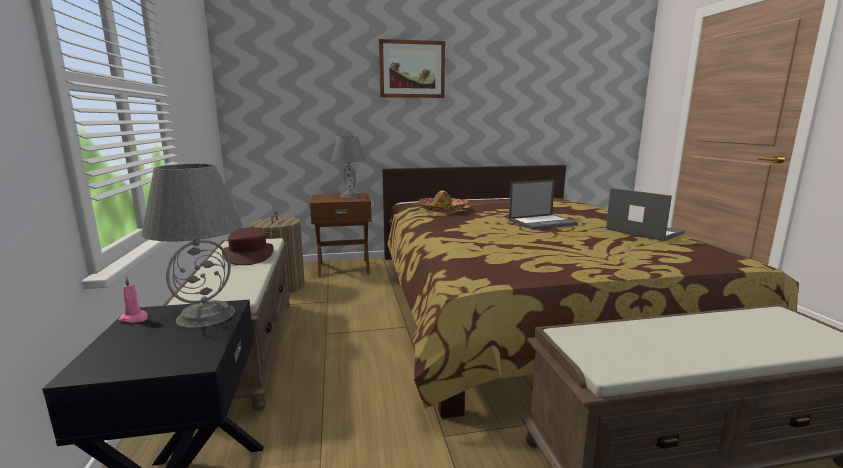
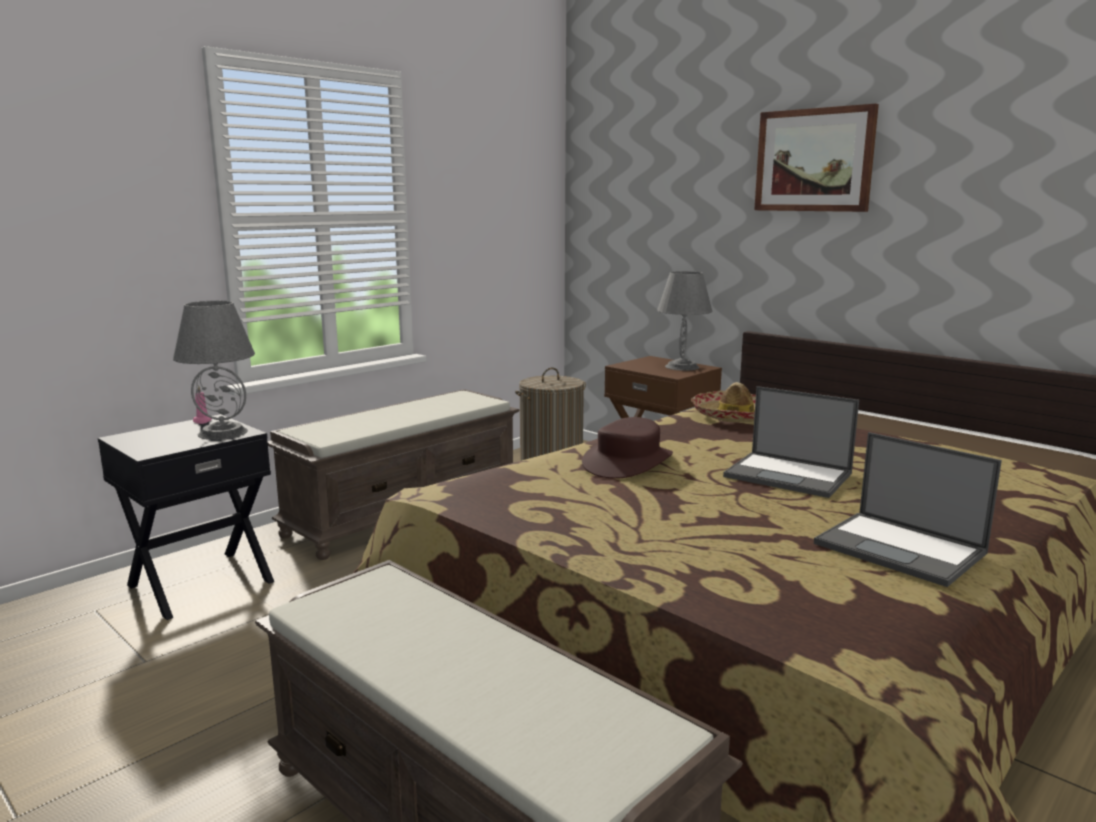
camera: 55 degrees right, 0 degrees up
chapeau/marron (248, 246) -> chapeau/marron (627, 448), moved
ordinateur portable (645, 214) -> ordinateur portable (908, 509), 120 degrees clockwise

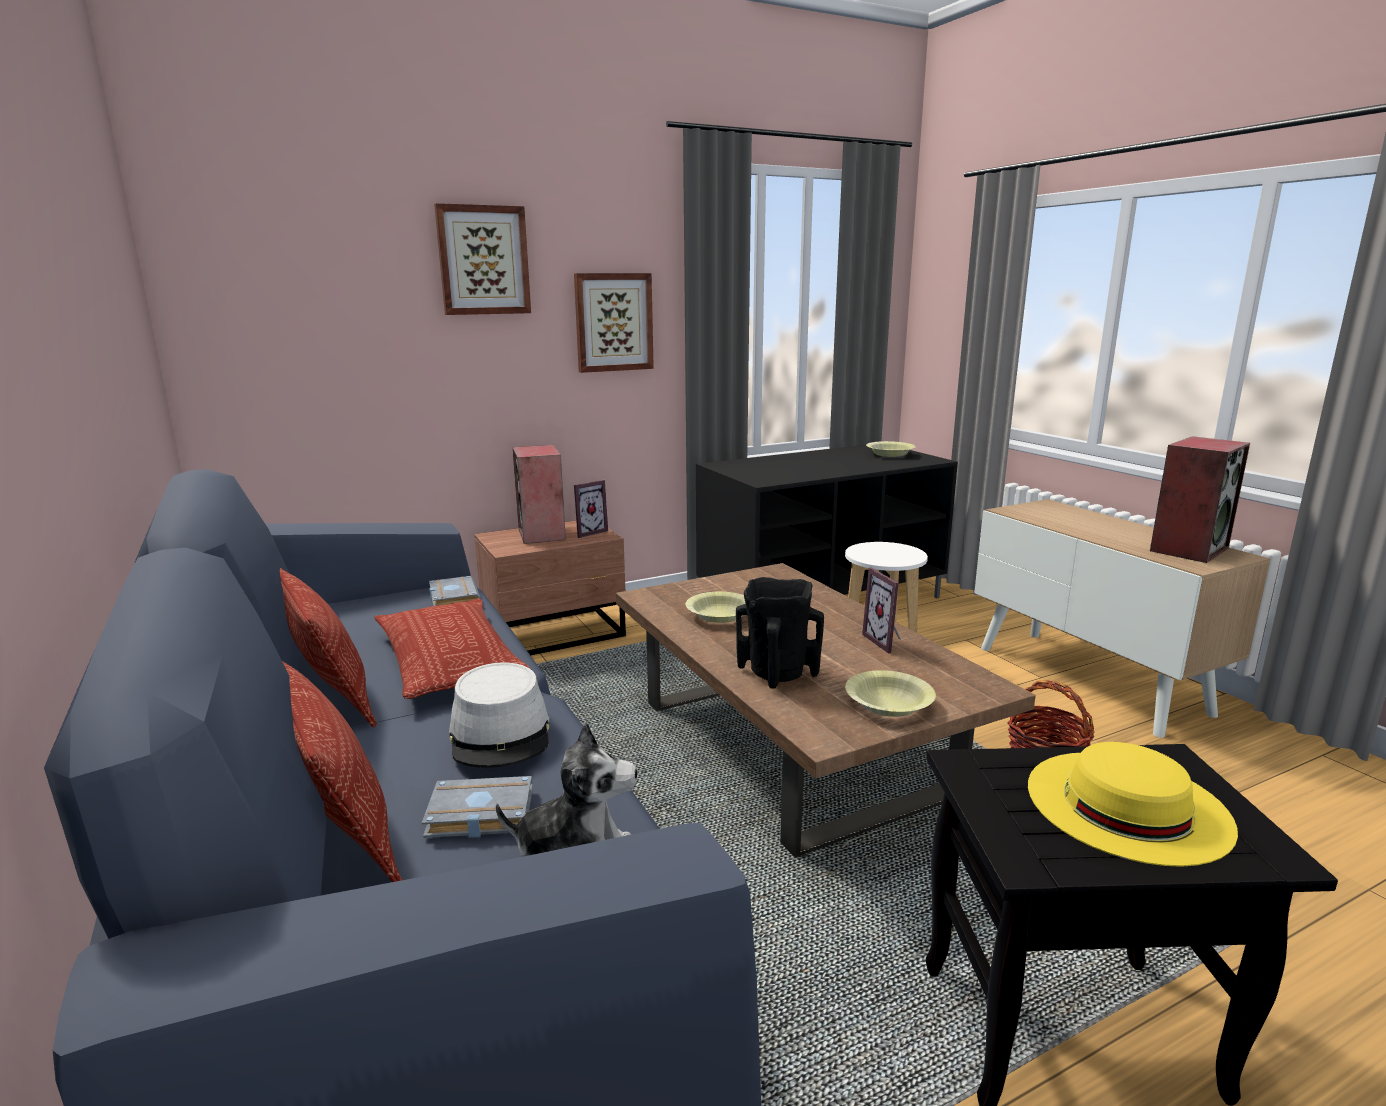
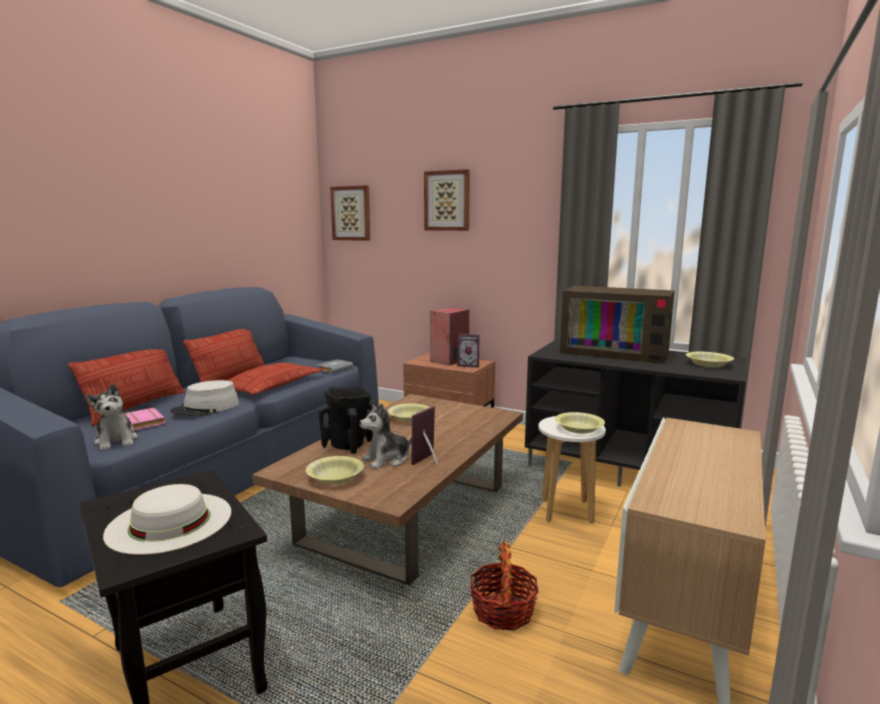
camera: 55 degrees right, 5 degrees down
chapeau/jaune (1133, 804) -> chapeau/blanc (167, 519)
livre/gris (477, 807) -> livre/rose (145, 419)
tableau (614, 323) -> tableau (350, 213), moved
none -> peluche (385, 436)
none -> bol/jaune (580, 423)
none -> téléviseur (617, 325)
enceinte (1200, 499) -> none

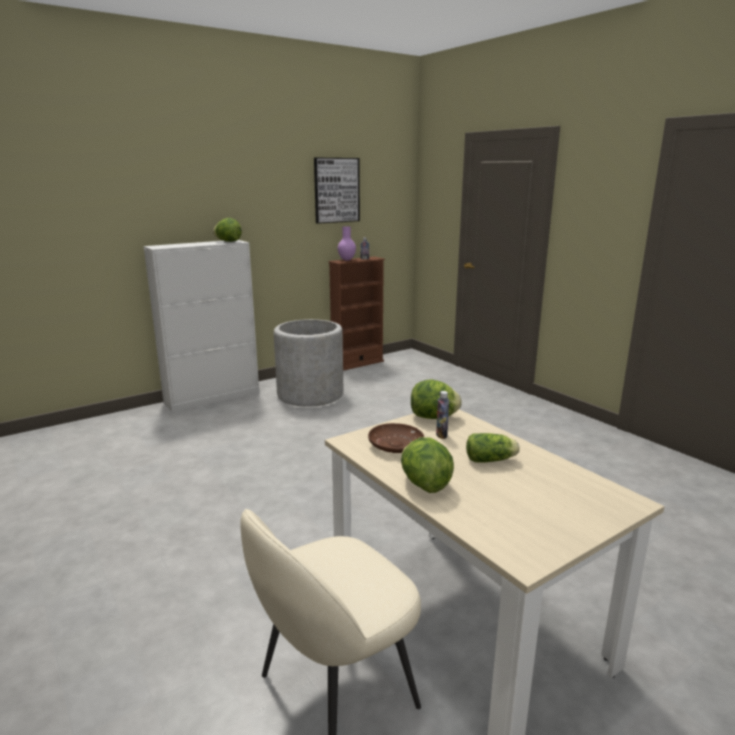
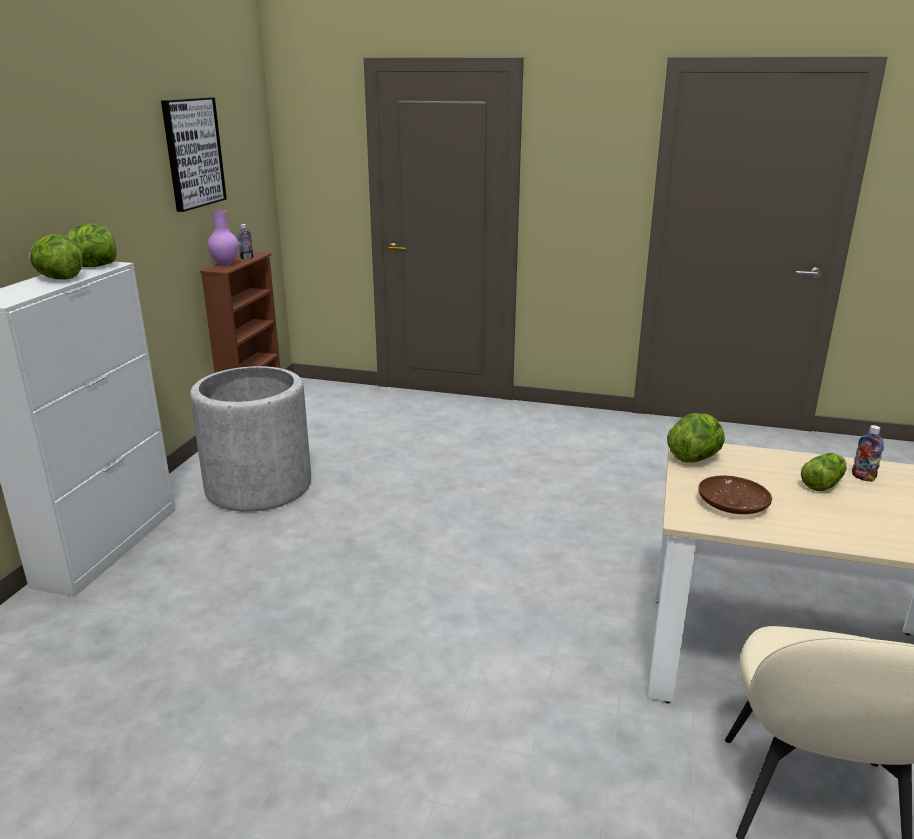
camera: 40 degrees left, 5 degrees up
laitue (427, 465) -> laitue (56, 256), moved
bouteille (442, 415) -> bouteille (868, 453), moved

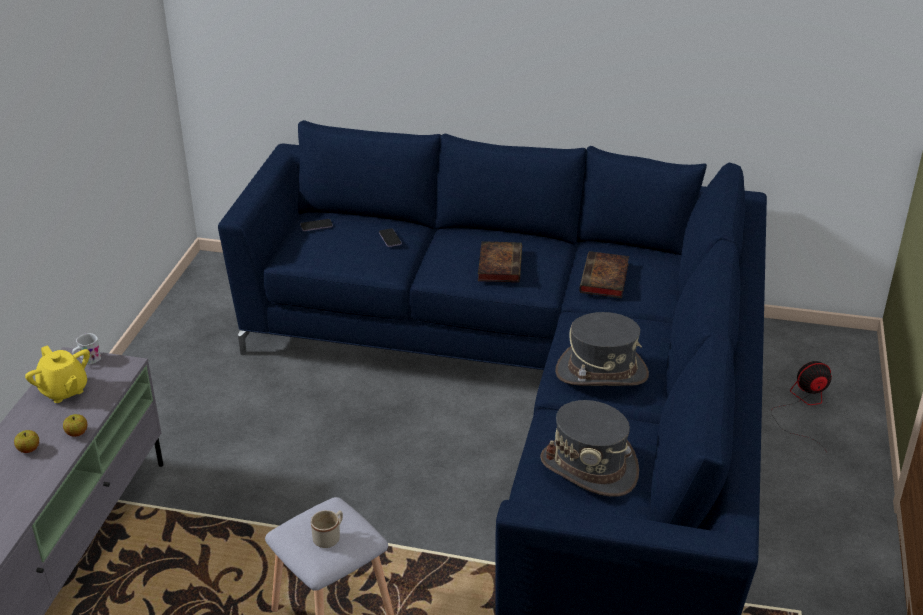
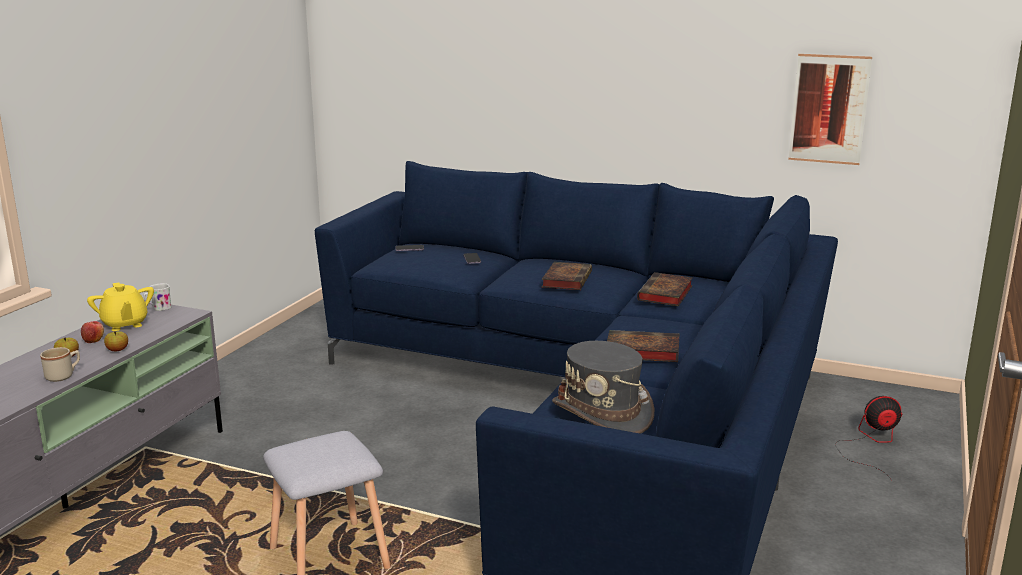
camera: 10 degrees right, 15 degrees down
mug/beige (327, 529) -> mug/beige (60, 364), moved
none -> pomme (92, 332)
chapeau/gris (602, 349) -> livre (643, 346)
none -> tableau (830, 109)

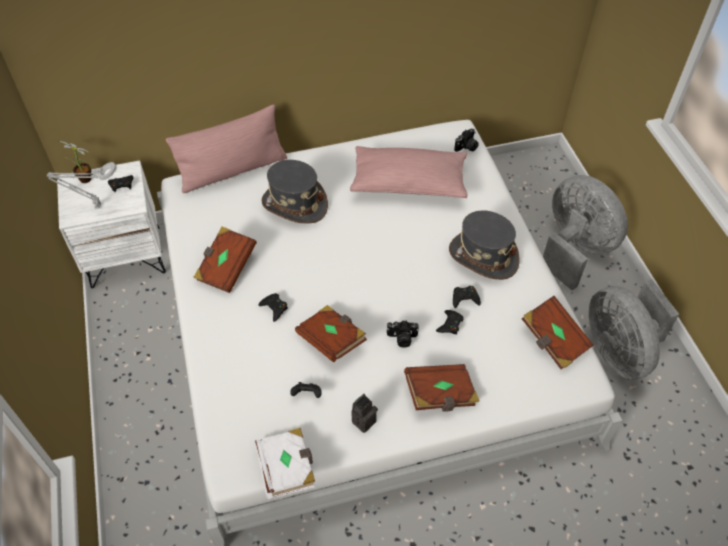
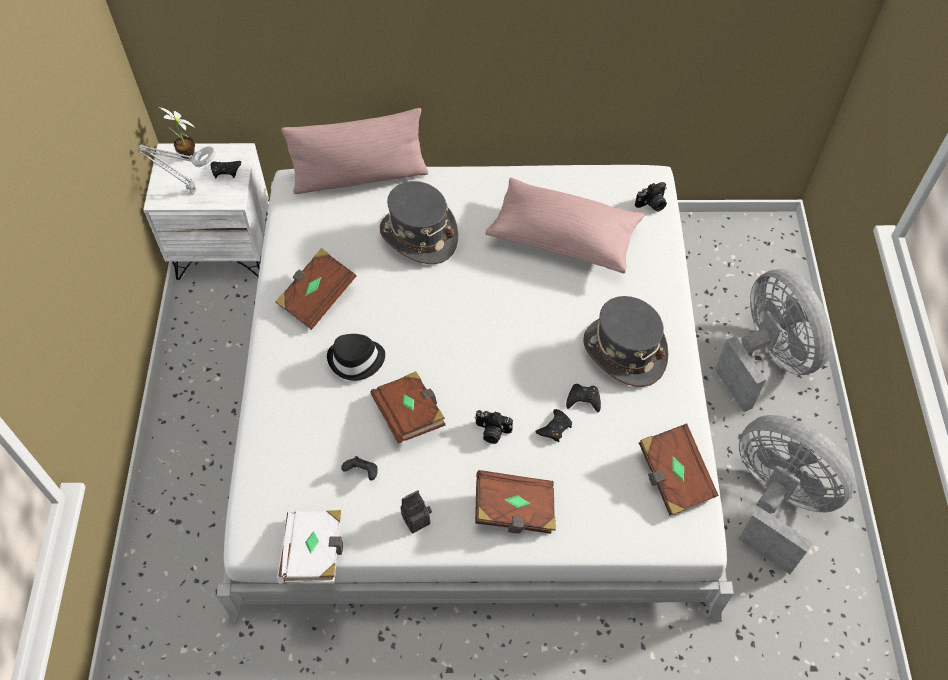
camera: 15 degrees right, 5 degrees up
manette/noir (273, 307) -> chapeau/noir (356, 357)
ventilateur/gris (634, 329) -> ventilateur/gris (797, 494), 135 degrees clockwise

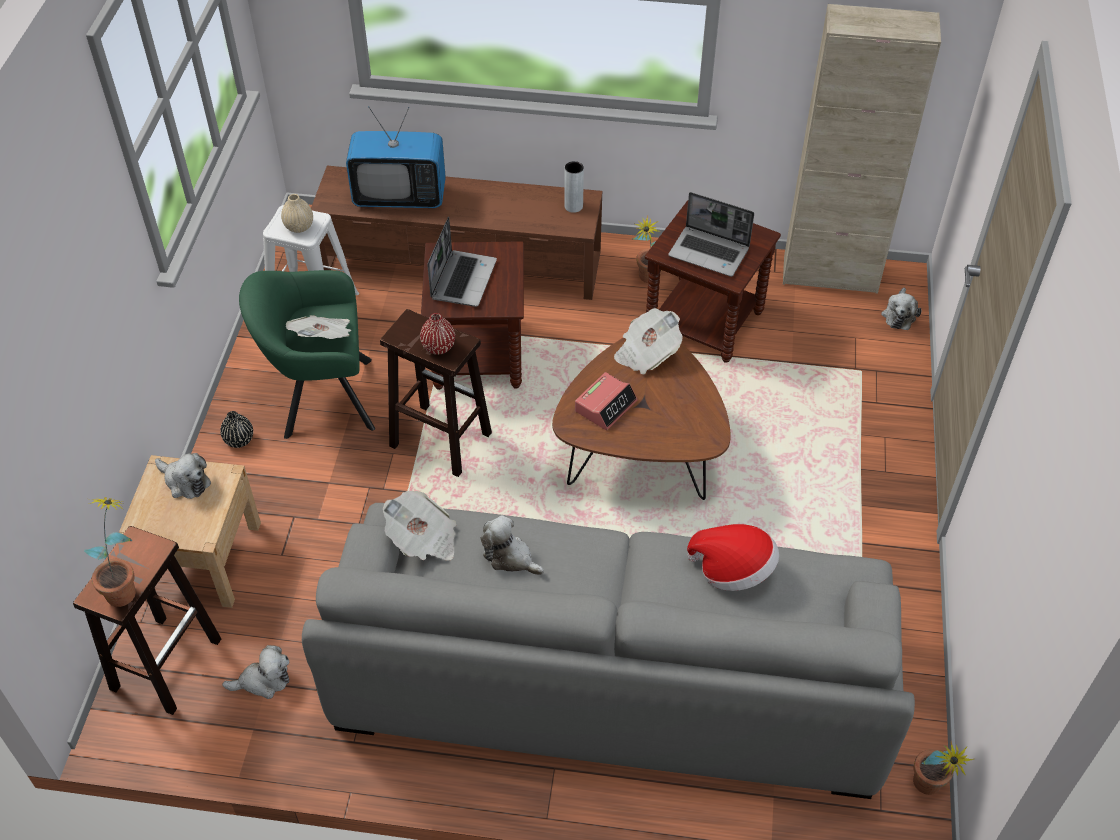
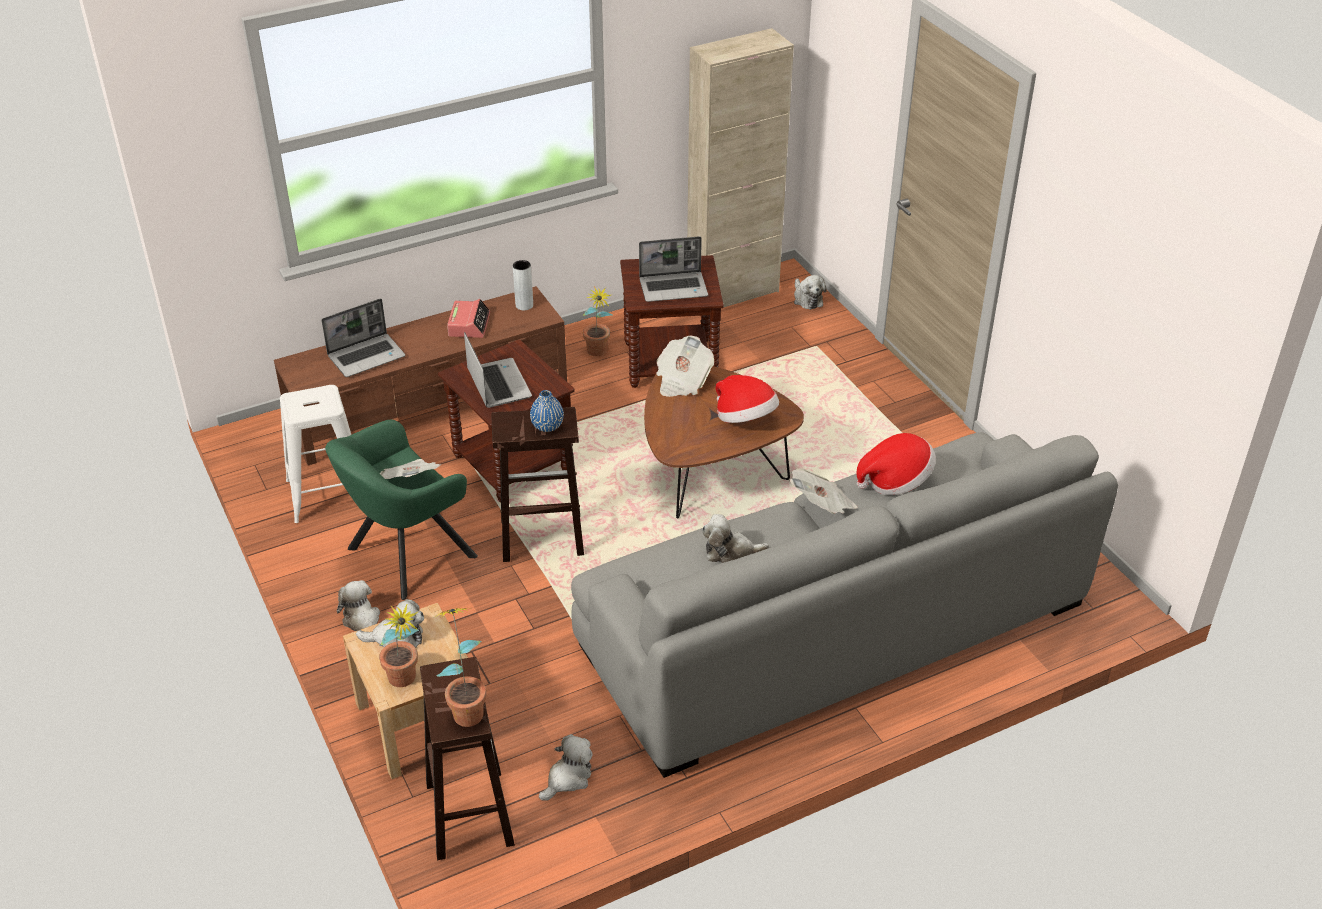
camera: 35 degrees left, 10 degrees down
téléviseur (396, 157) -> ordinateur portable (363, 338)
vase/noir (236, 429) -> peluche (358, 605)
plante en pot (943, 768) -> plante en pot (399, 645), moved
réveil (606, 401) -> réveil (468, 318), moved
vase/rouge (437, 334) -> vase/bleu (547, 411)
none -> chapeau (747, 399)
journal (419, 526) -> journal (823, 491), moved
vase/beige (297, 213) -> none

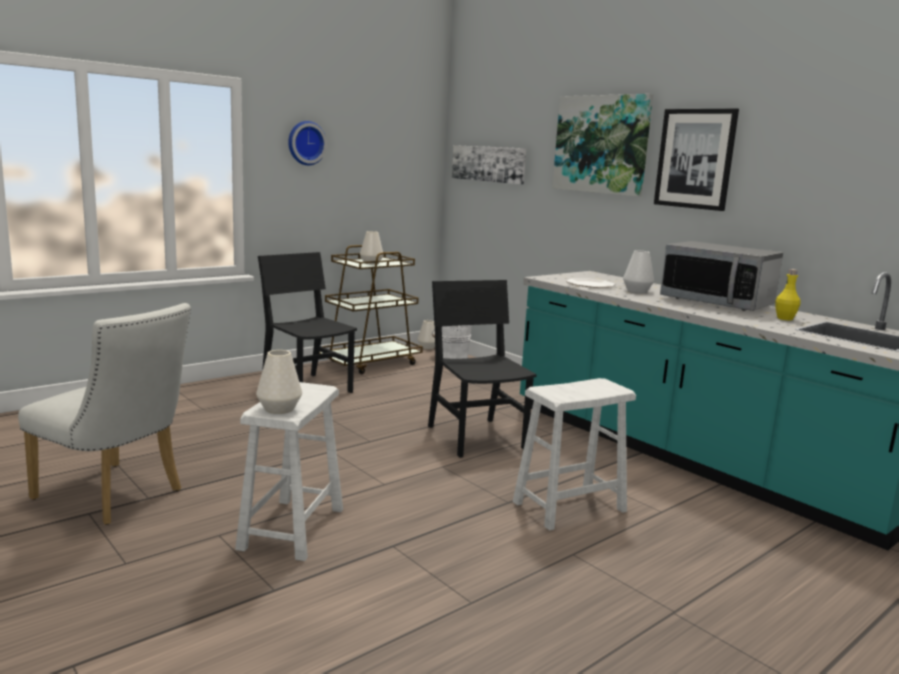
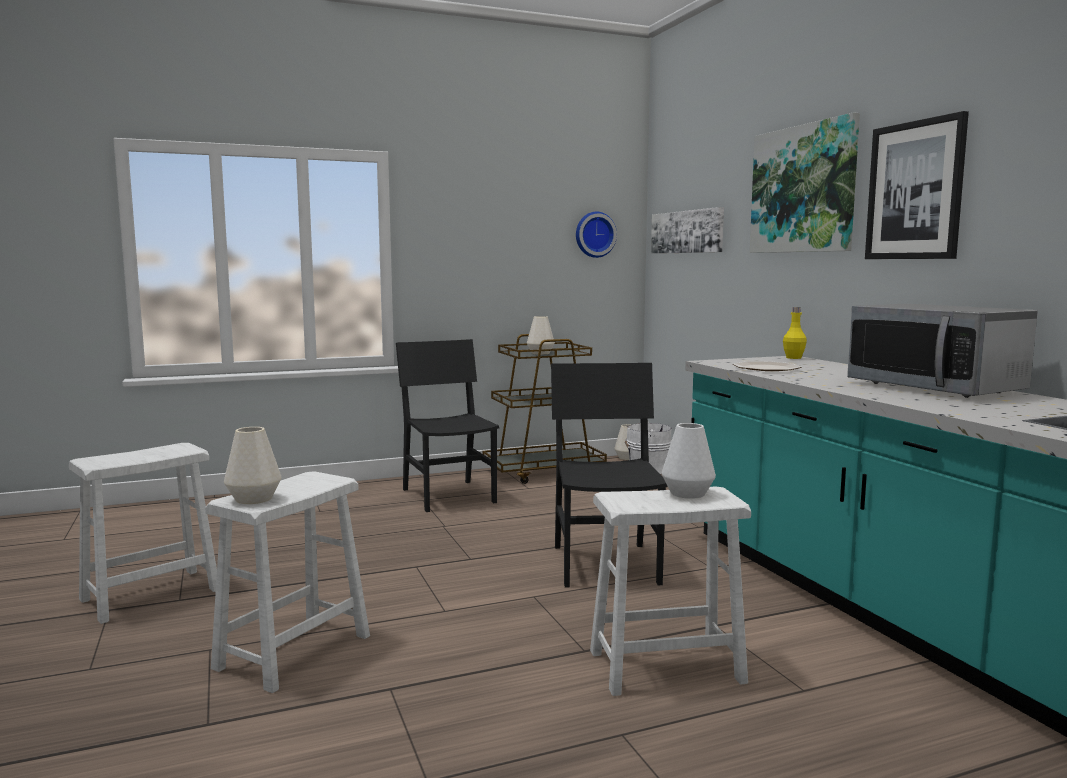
camera: 20 degrees right, 5 degrees down
chaise/blanc (104, 414) -> tabouret/blanc (143, 533)
horloge murale (307, 143) -> horloge murale (596, 235), moved
vase/blanc (638, 272) -> vase/blanc (689, 461), moved
bouteille/jaune (787, 294) -> bouteille/jaune (795, 333), moved

